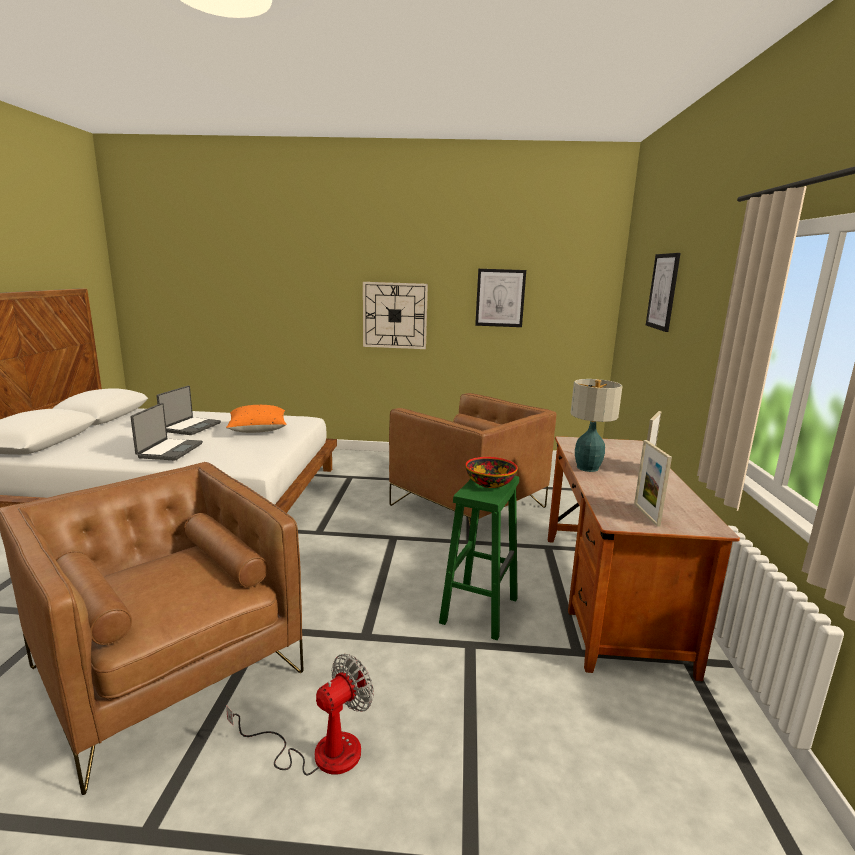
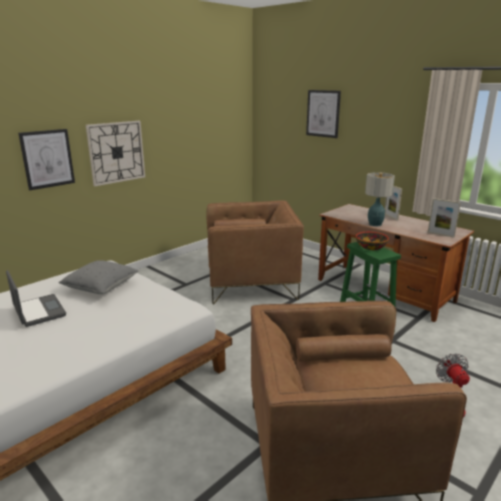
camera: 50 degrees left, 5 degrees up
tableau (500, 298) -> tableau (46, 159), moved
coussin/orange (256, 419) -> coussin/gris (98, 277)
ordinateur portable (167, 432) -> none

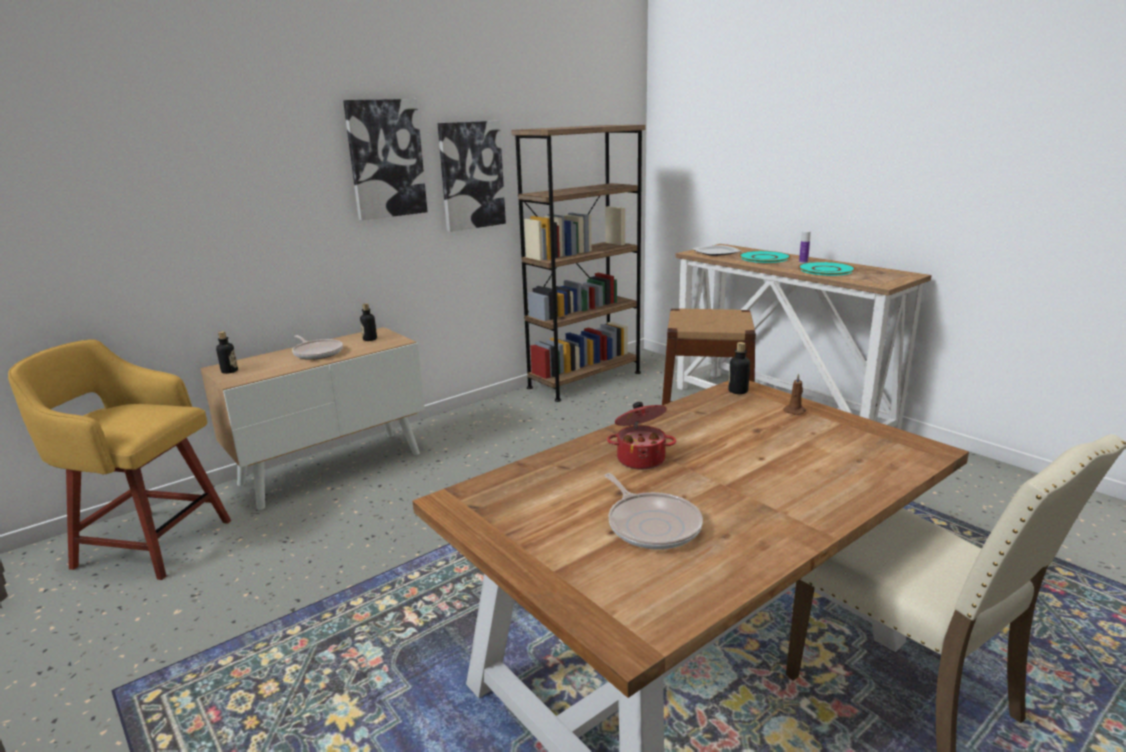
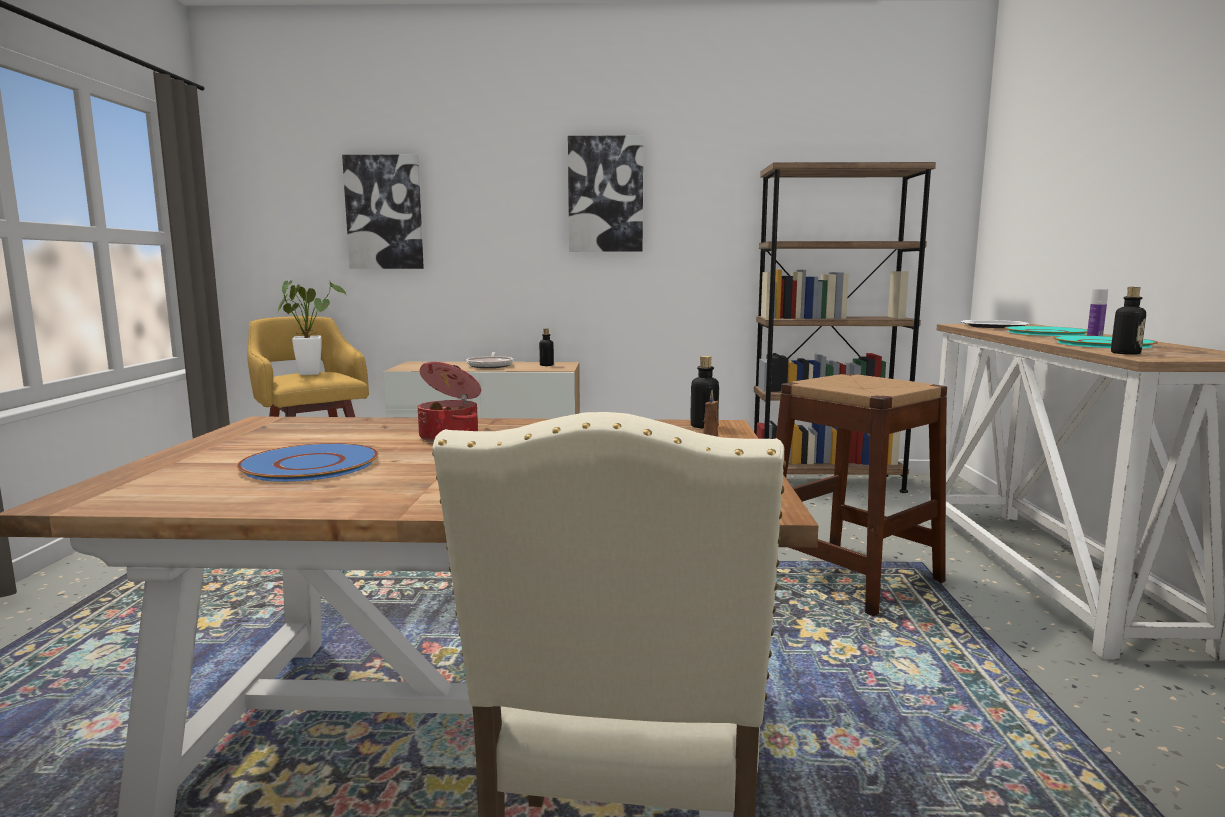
camera: 40 degrees right, 10 degrees down
poêle (654, 511) -> assiette/bleu (307, 462)
none -> plante en pot (312, 327)
tableau (471, 176) -> tableau (383, 211), moved
bouteille (227, 352) -> bouteille (1128, 321), moved

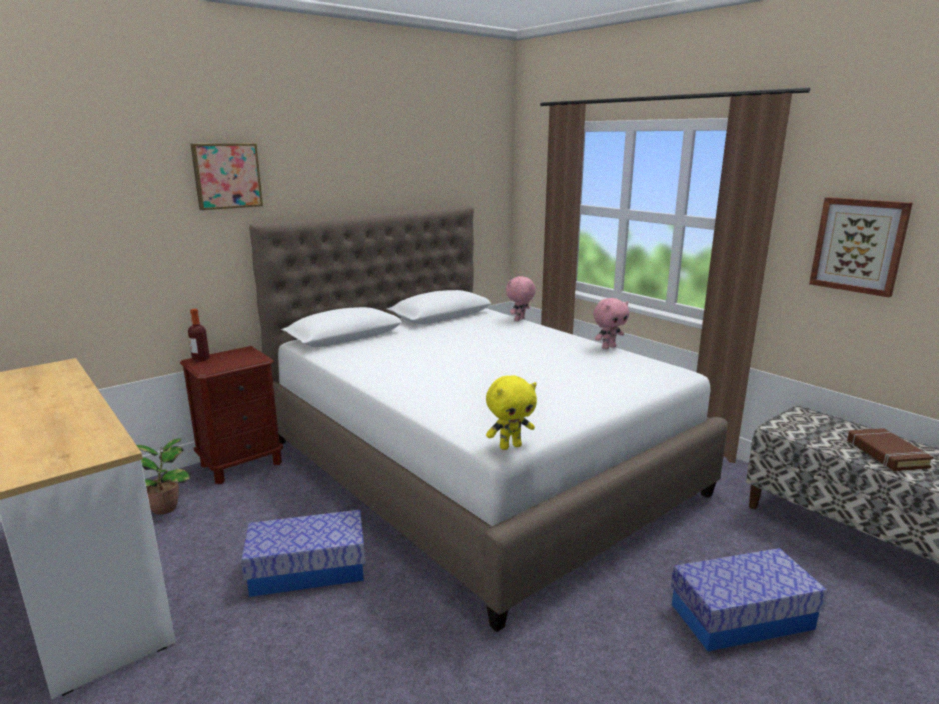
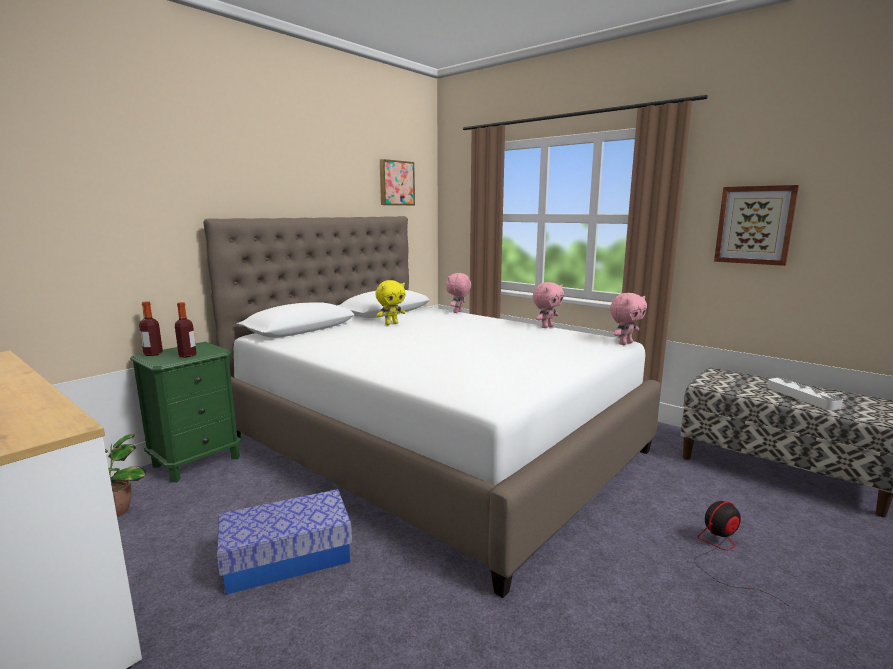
camera: 10 degrees left, 5 degrees down
table de chevet/marron (231, 415) -> table de chevet/vert (185, 412)
none -> bouteille (186, 329)
peluche/jaune (511, 412) -> peluche/jaune (390, 302), moved
tableau (227, 176) -> tableau (397, 182), moved
none -> peluche/rose (628, 319)
boîte de rangement (749, 599) -> ventilateur (741, 553)
livre/marron (890, 449) -> plateau/blanc (805, 394)

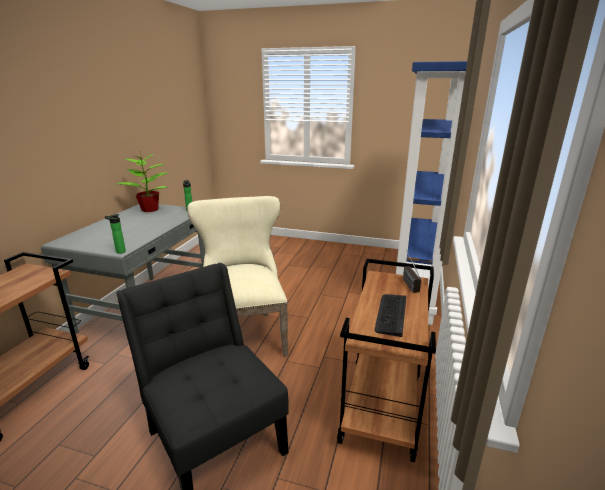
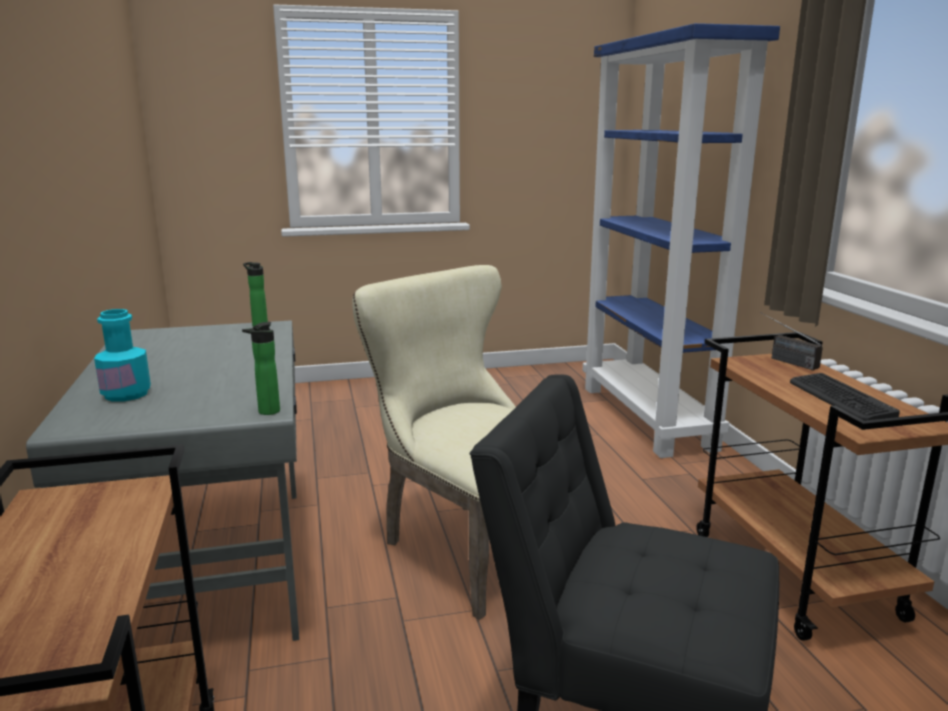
camera: 30 degrees left, 5 degrees down
none -> bouteille/turquoise (122, 355)
plante en pot (142, 183) -> none

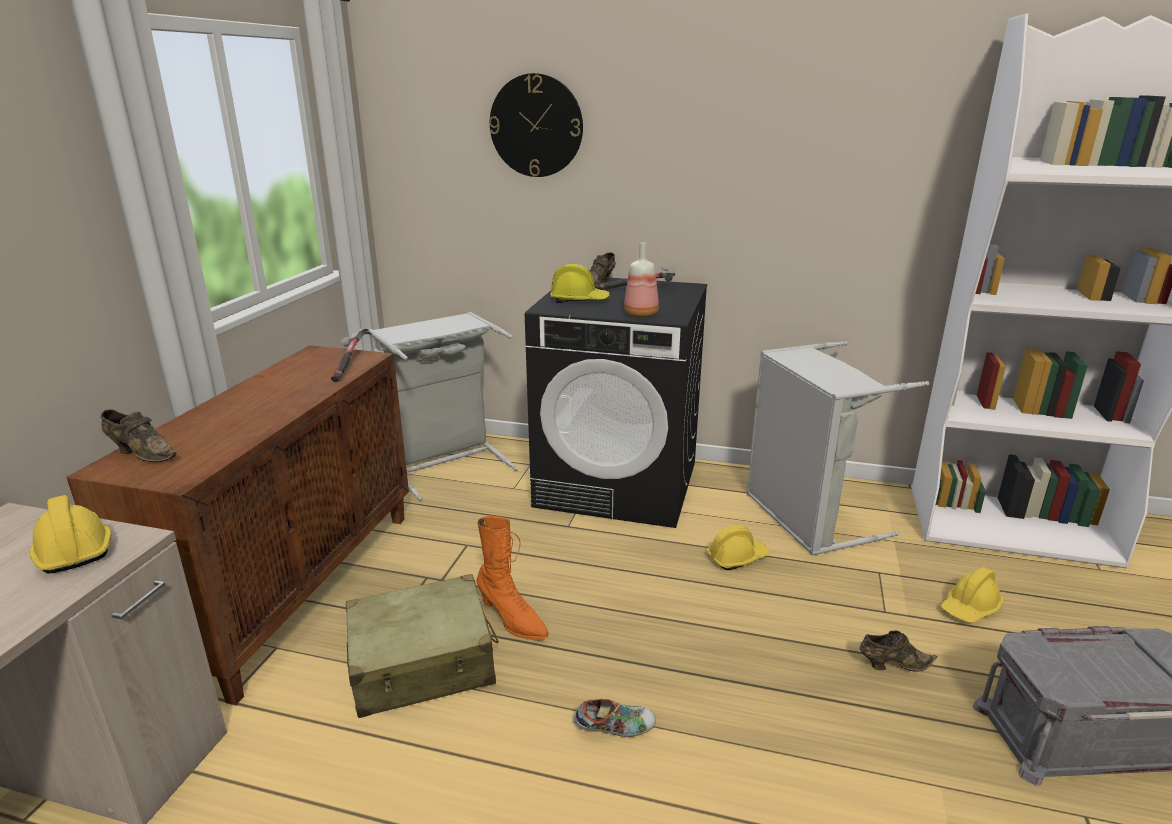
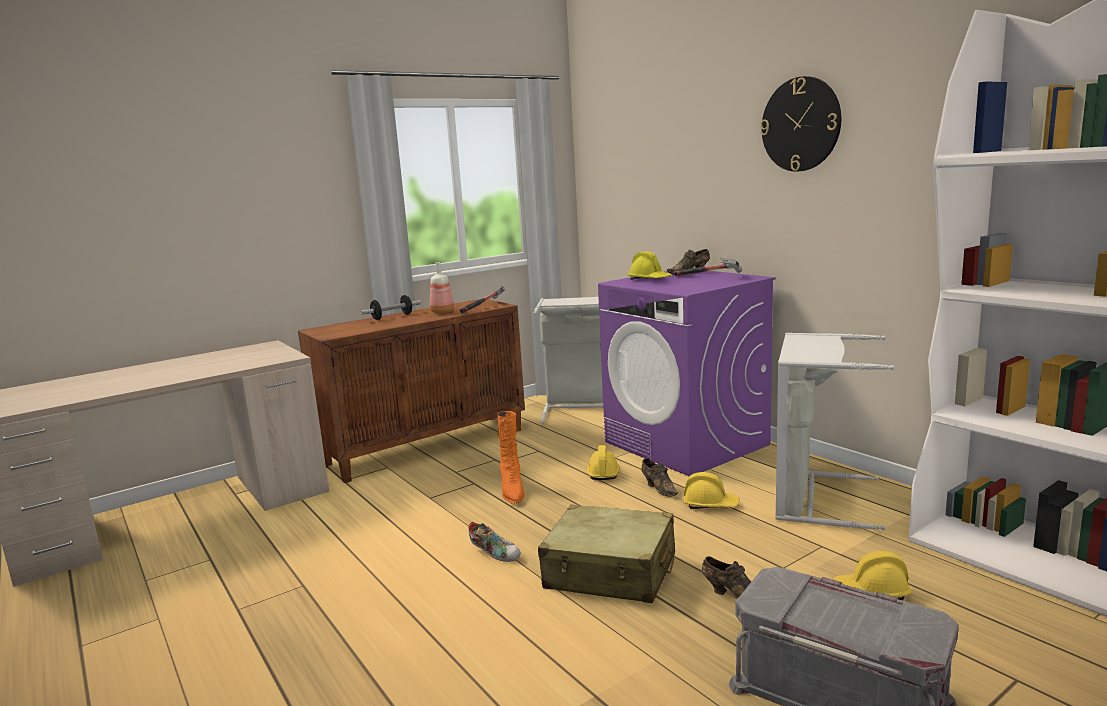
camera: 40 degrees right, 10 degrees down
none -> haltère (390, 307)
bouteille (641, 279) -> bouteille (442, 287), moved
valise/beige (422, 646) -> valise/beige (606, 554), moved
casque de chantier/jaune (70, 534) -> casque de chantier/jaune (603, 462), moved
lave-linge/noir (616, 403) -> lave-linge/violet (687, 373)
chaussure/marron (138, 435) -> chaussure/marron (659, 477), moved
horloge murale (536, 125) -> horloge murale (800, 124), moved

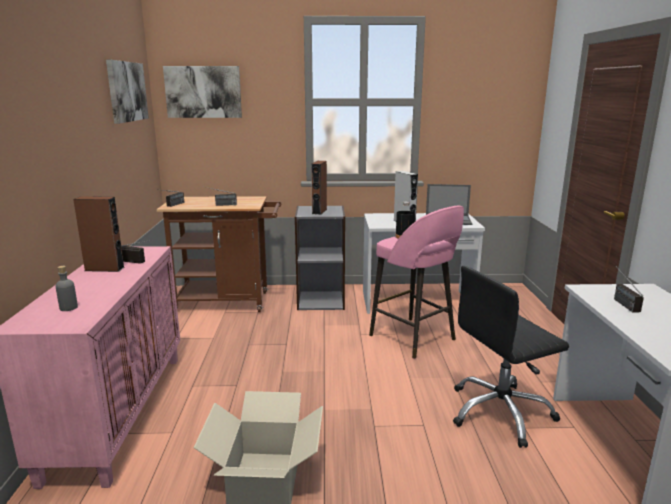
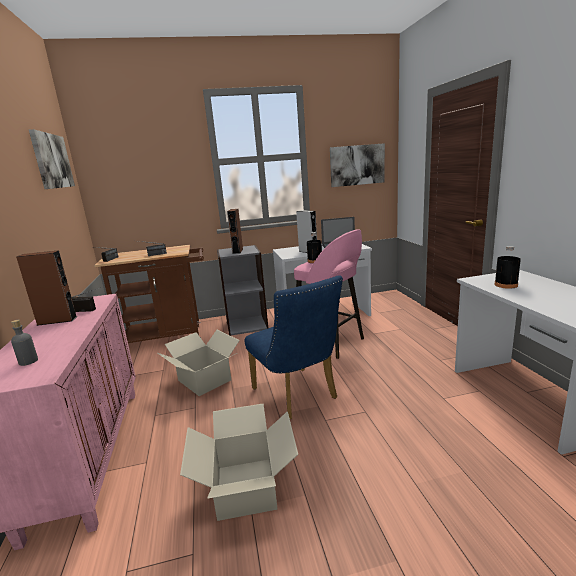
camera: 10 degrees left, 0 degrees up
none -> carton (199, 363)
none -> chaise/bleu (294, 347)
tableau (202, 92) -> tableau (357, 165), moved
radio (629, 291) -> bouteille/noir (507, 267)
chaise de bureau/noir (511, 357) -> none

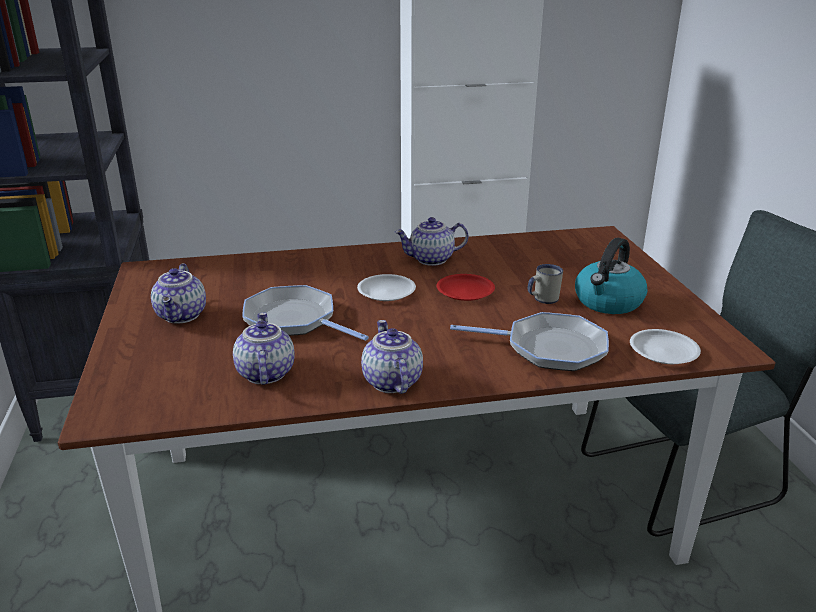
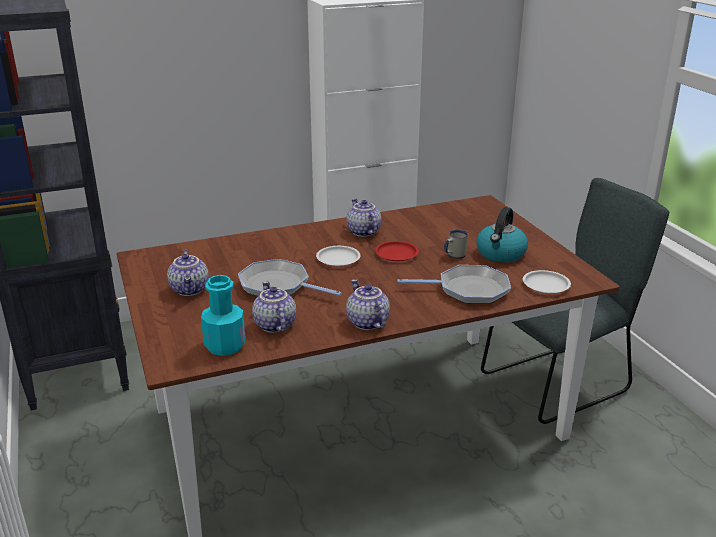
camera: 10 degrees left, 0 degrees up
none -> bouteille/turquoise (223, 315)
théière (431, 241) -> théière (364, 217), 90 degrees clockwise

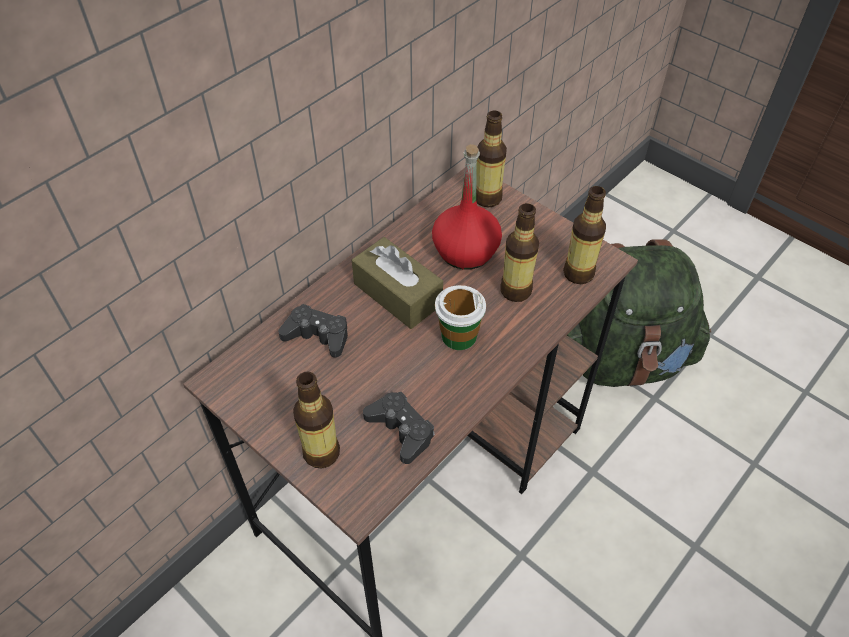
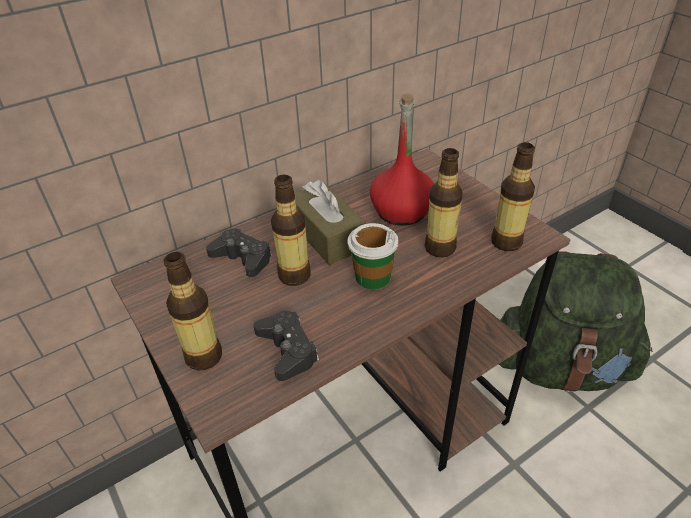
camera: 15 degrees right, 10 degrees down
bouteille (491, 159) -> bouteille (291, 230), moved

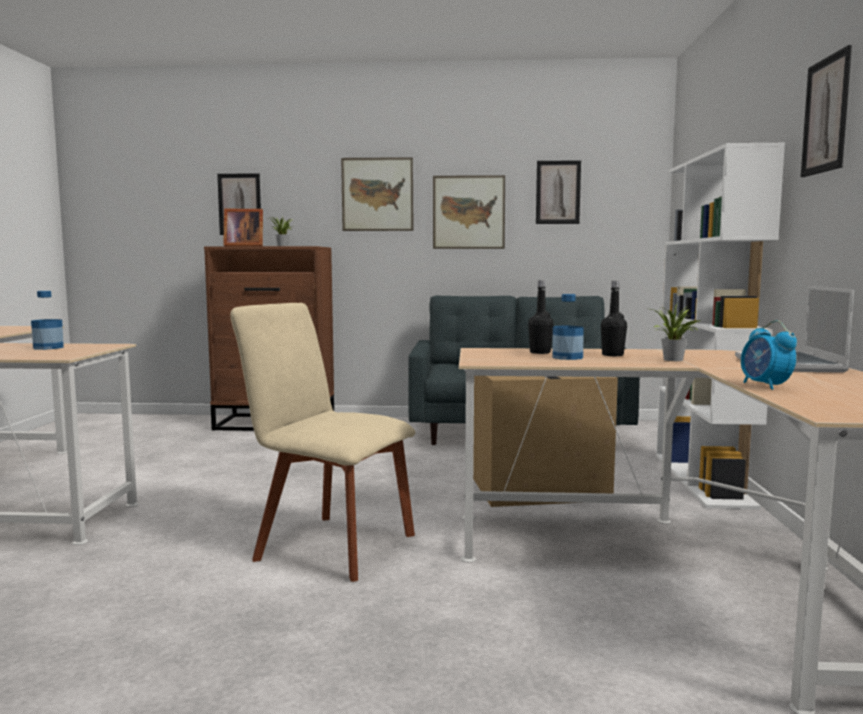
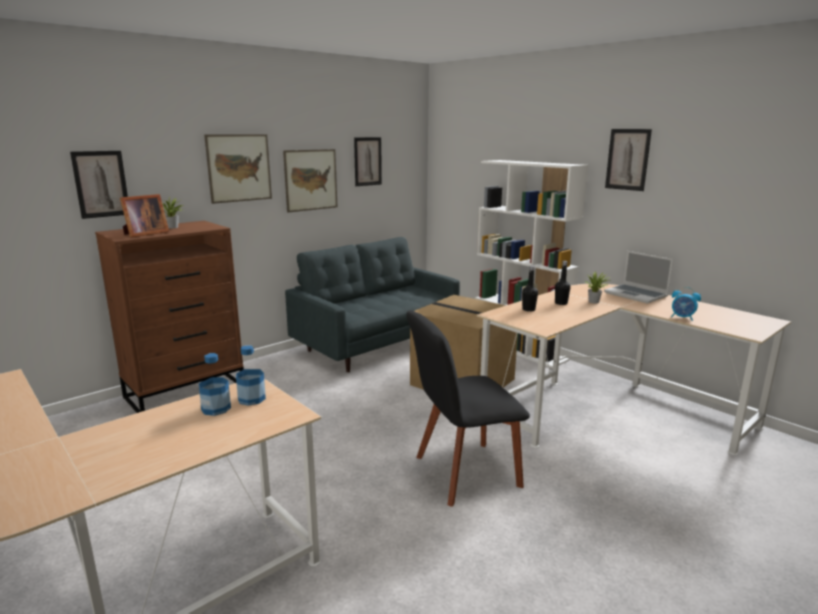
camera: 45 degrees left, 10 degrees up
bouteille (568, 327) -> bouteille (251, 375), moved
chaise/beige (323, 442) -> chaise/noir (468, 408)

